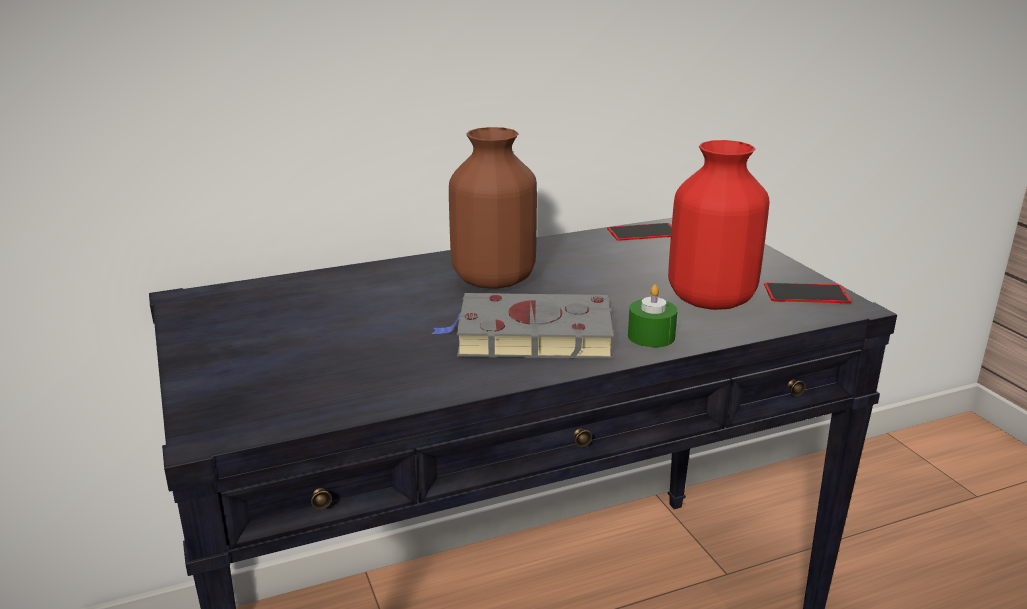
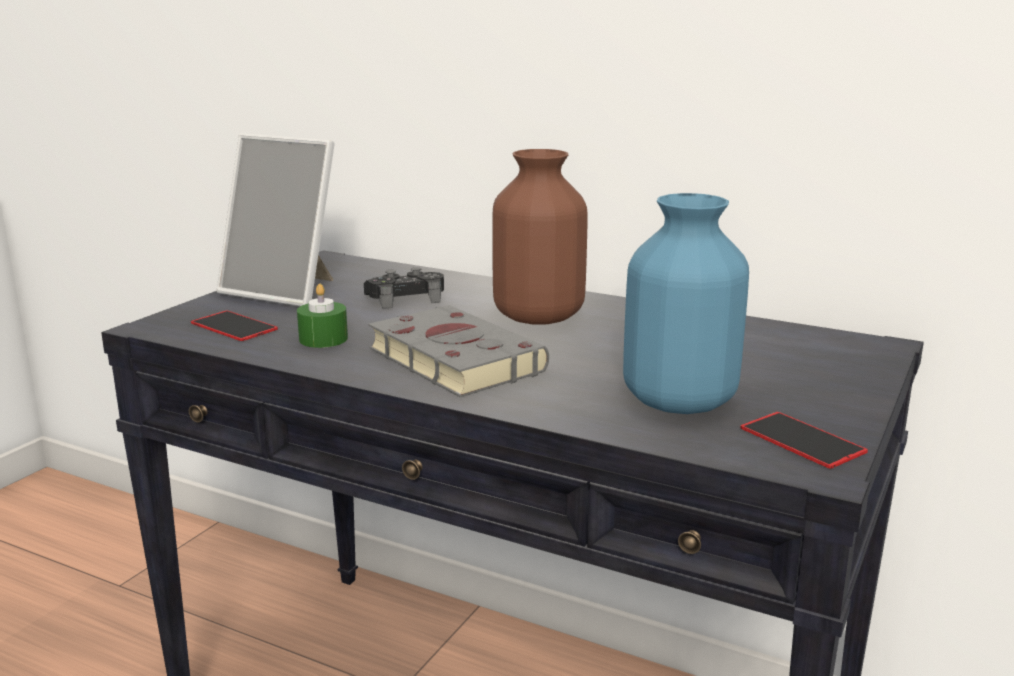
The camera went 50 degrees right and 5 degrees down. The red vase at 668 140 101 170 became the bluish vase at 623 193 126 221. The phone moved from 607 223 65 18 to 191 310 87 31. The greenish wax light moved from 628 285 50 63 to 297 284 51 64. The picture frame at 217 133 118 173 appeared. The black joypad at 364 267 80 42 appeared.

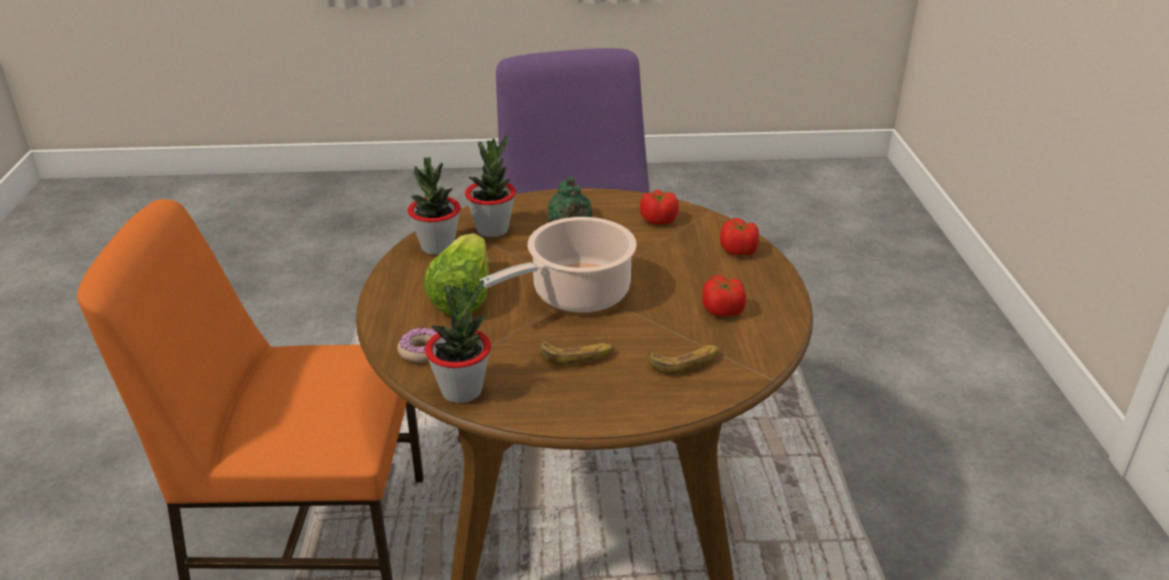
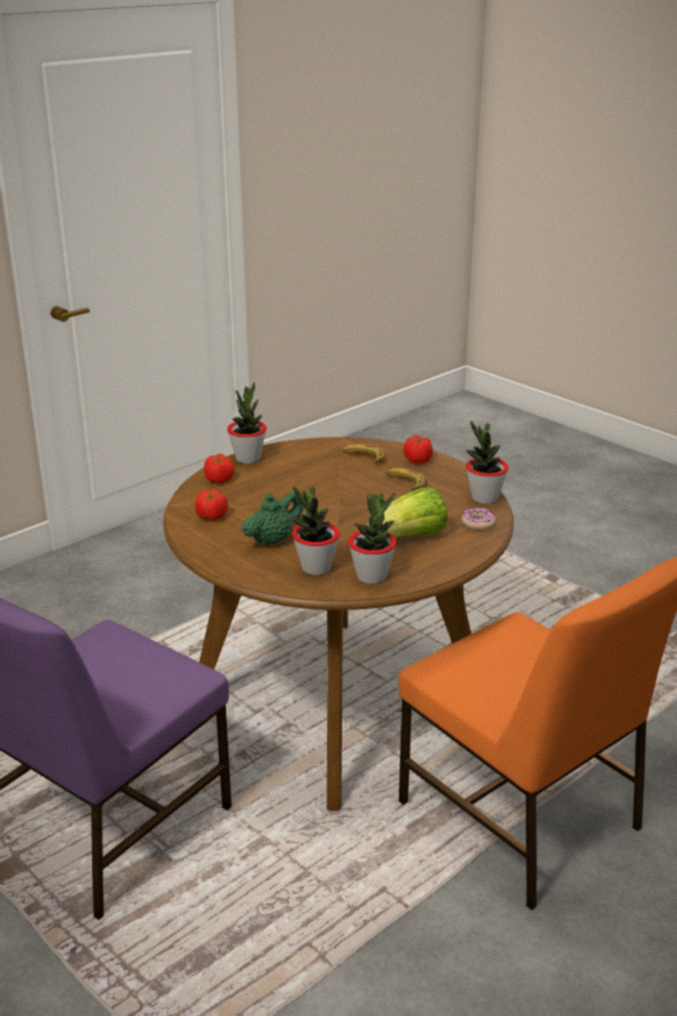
The camera went 130 degrees left and 5 degrees down. The cooking pot at 480 217 157 96 disappeared. The fresh tomato moved from 702 275 44 42 to 403 435 30 28. The plant in a pot at 227 382 40 82 appeared.

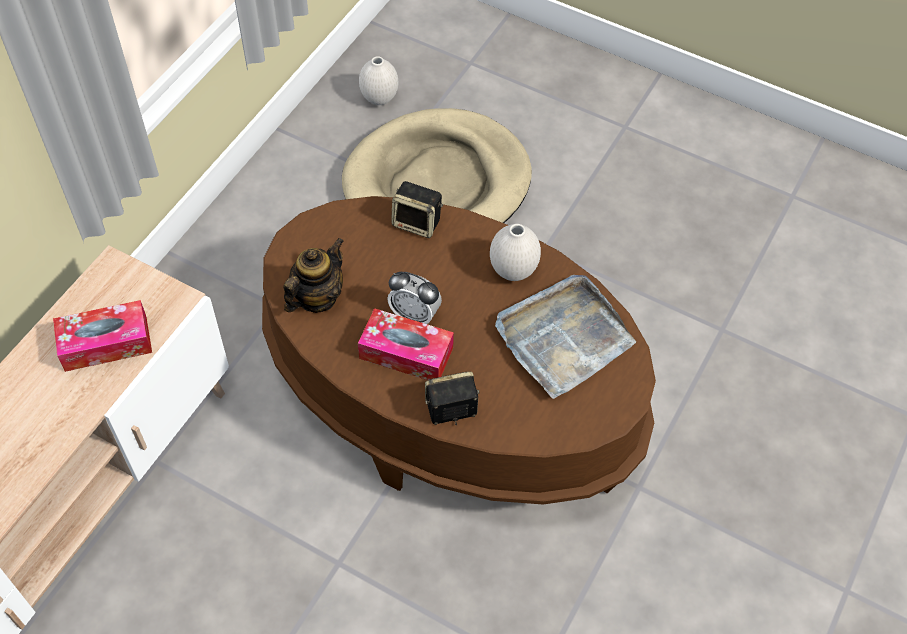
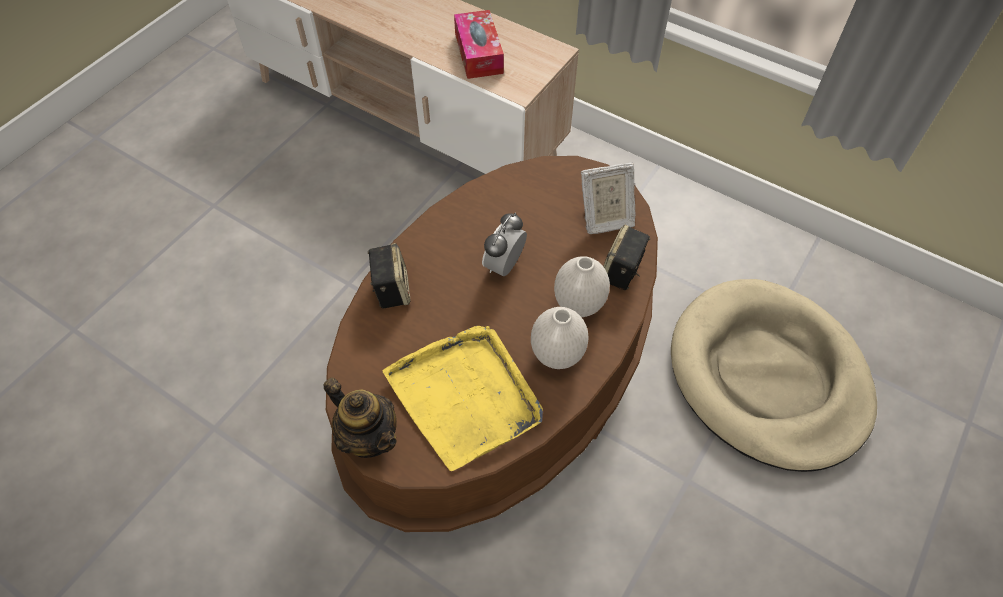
The camera went 95 degrees right and 0 degrees up. The whitish vase moved from 359 56 39 49 to 554 256 56 61. The tea pot moved from 283 238 61 75 to 324 378 73 80. The greyish serving tray at 495 275 141 124 became the yellowish serving tray at 383 326 160 145. The tissue holder at 358 308 96 72 disappeared. The picture frame at 581 162 54 72 appeared.

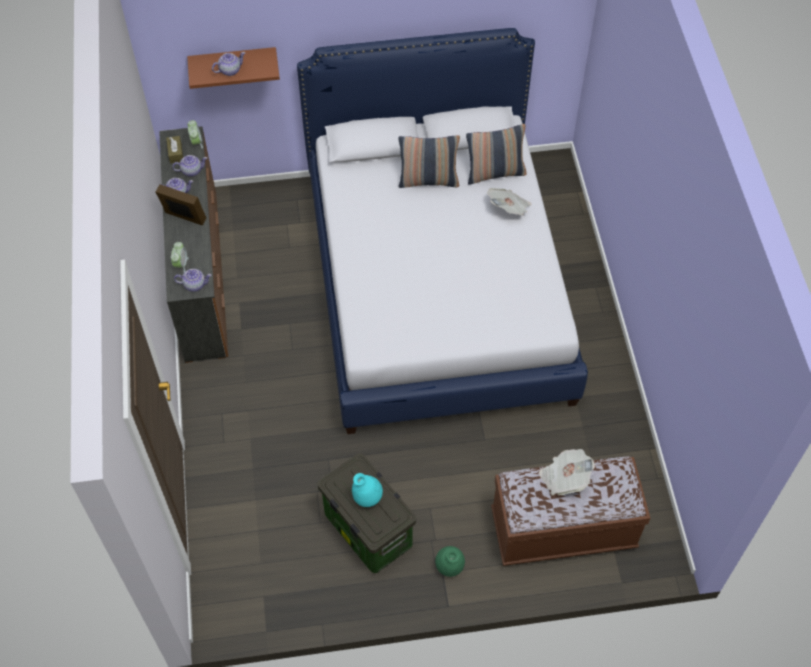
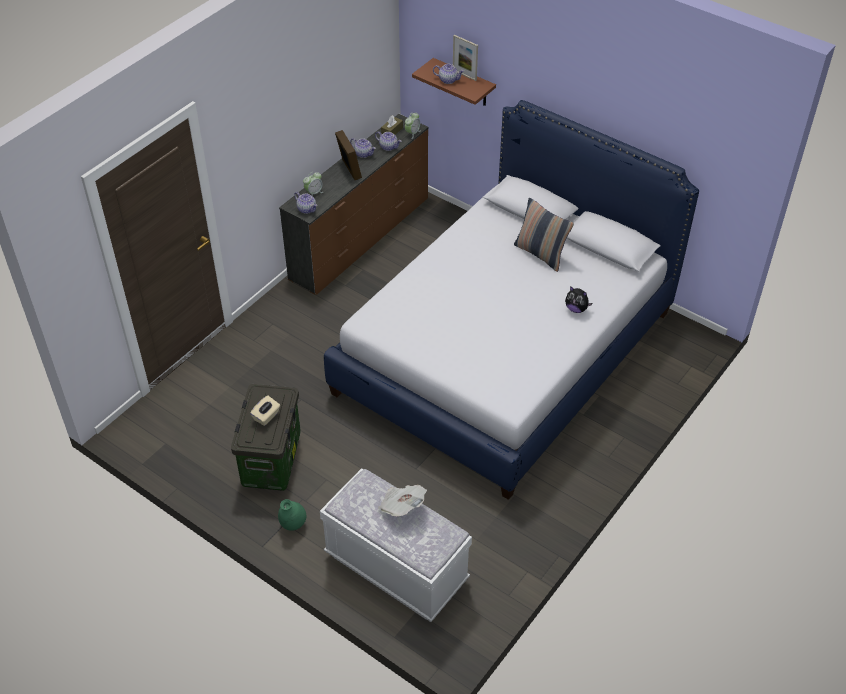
The camera went 45 degrees right and 10 degrees down. The throw pillow at 466 124 61 61 disappeared. The newspaper at 487 188 44 28 was replaced by the cuddly toy at 565 286 27 27. The brown indoor bench at 491 456 159 110 became the whitish indoor bench at 320 468 152 154. The blue-green vase at 352 473 31 34 was replaced by the beige tissue holder at 250 396 30 30. The picture frame at 453 35 25 46 appeared.

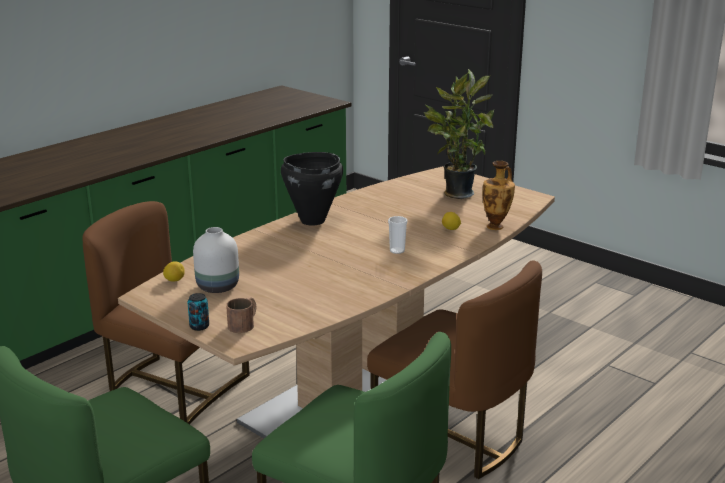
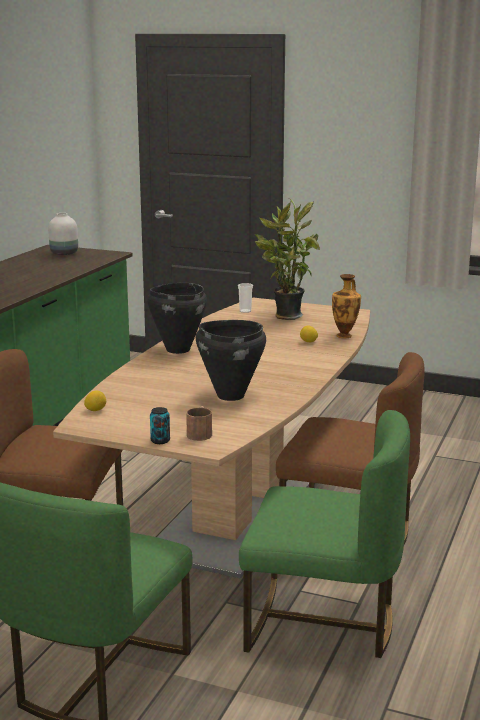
The camera went 20 degrees left and 5 degrees down. The drinking cup moved from 388 216 20 38 to 238 283 15 30. The whitish vase moved from 193 227 46 66 to 48 213 30 42. The black cooking pot at 196 320 70 81 appeared.

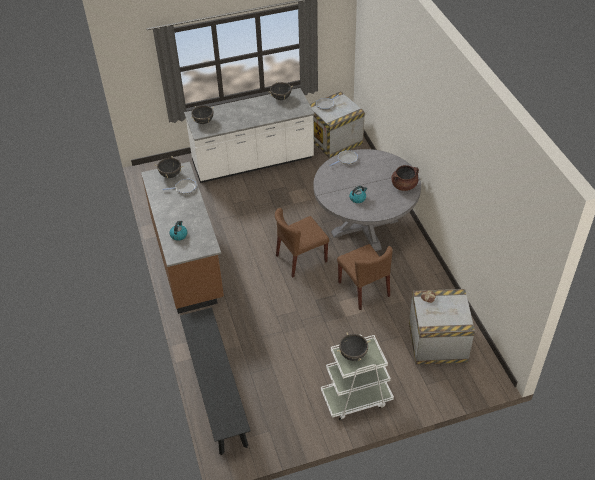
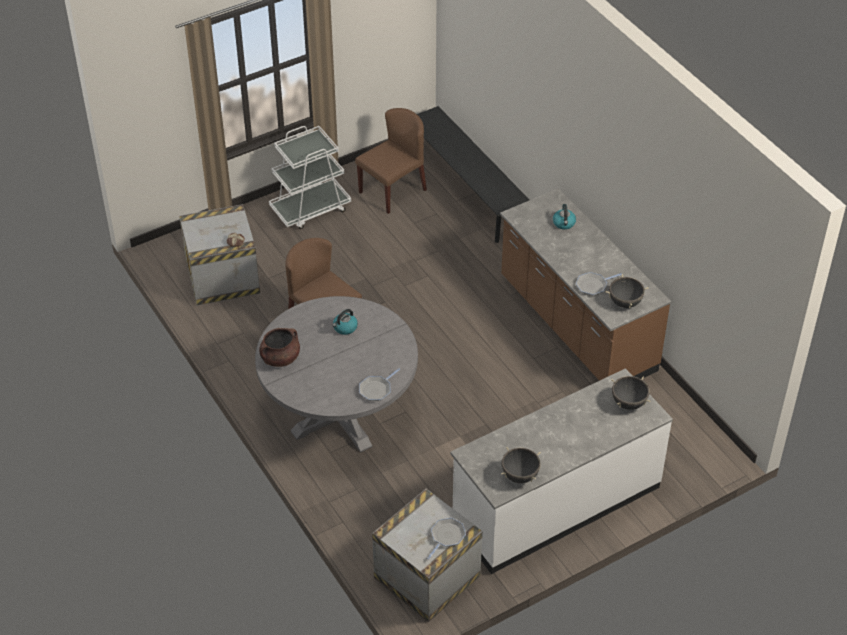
The camera went 165 degrees right and 0 degrees up. The brown chair moved from 275 208 54 70 to 355 108 72 106. The black cooking pot at 337 332 34 29 disappeared.

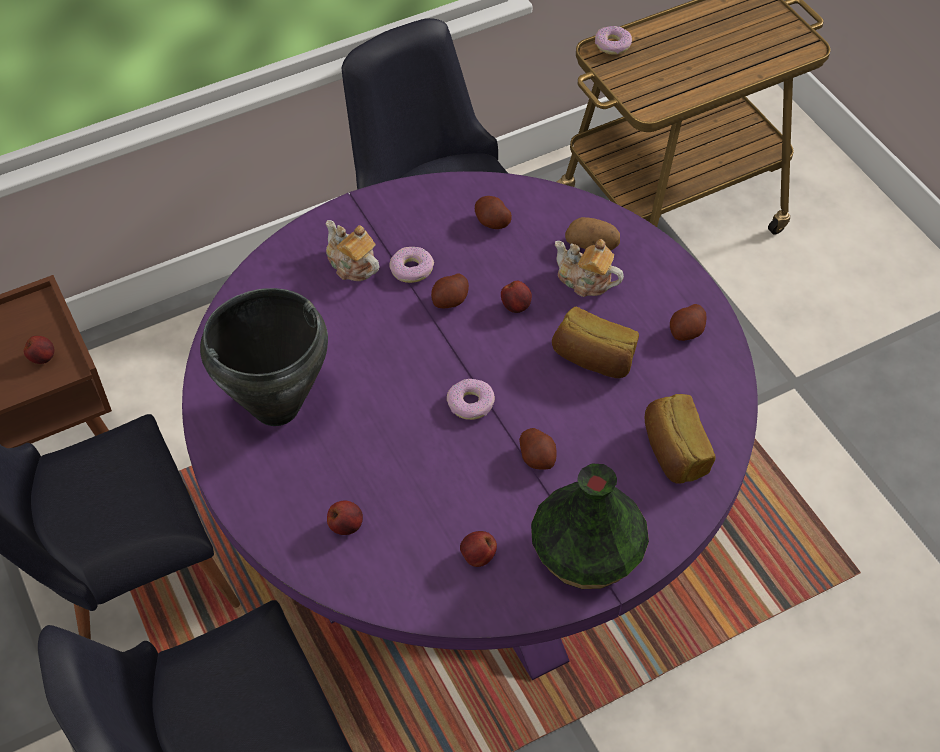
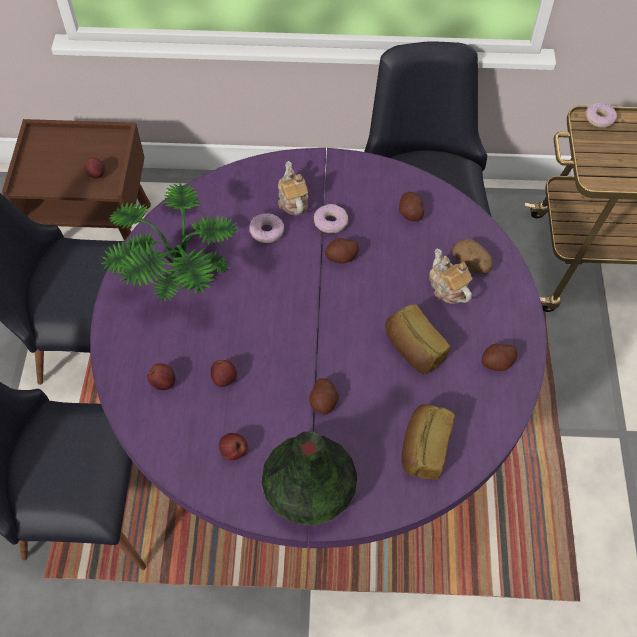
The camera went 30 degrees right and 5 degrees up. The apple moved from 501 281 31 32 to 211 360 26 27. The black cooking pot at 200 288 128 138 was replaced by the plant in a pot at 101 183 138 119. The doughnut moved from 447 379 48 41 to 249 214 35 29.

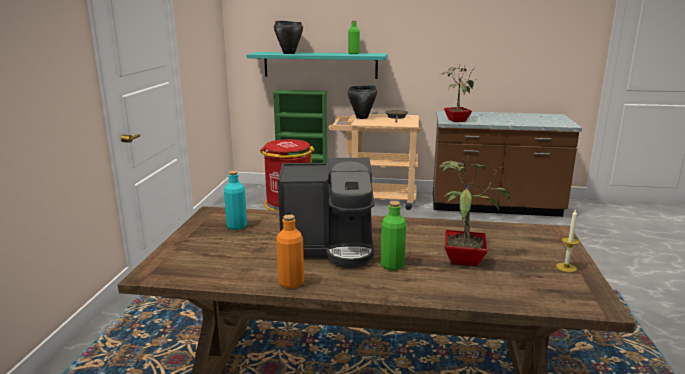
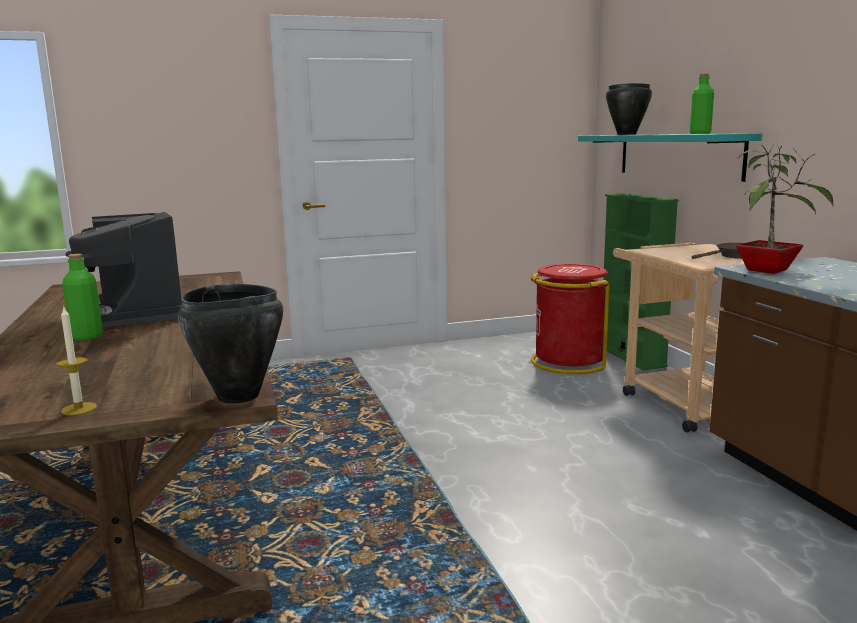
The camera went 65 degrees right and 5 degrees down. The black cooking pot moved from 347 86 30 33 to 178 284 105 120. The plant in a pot at 437 159 73 107 disappeared. The blue-green bottle at 224 171 23 59 disappeared. The orange-coloured bottle at 276 214 28 75 disappeared.

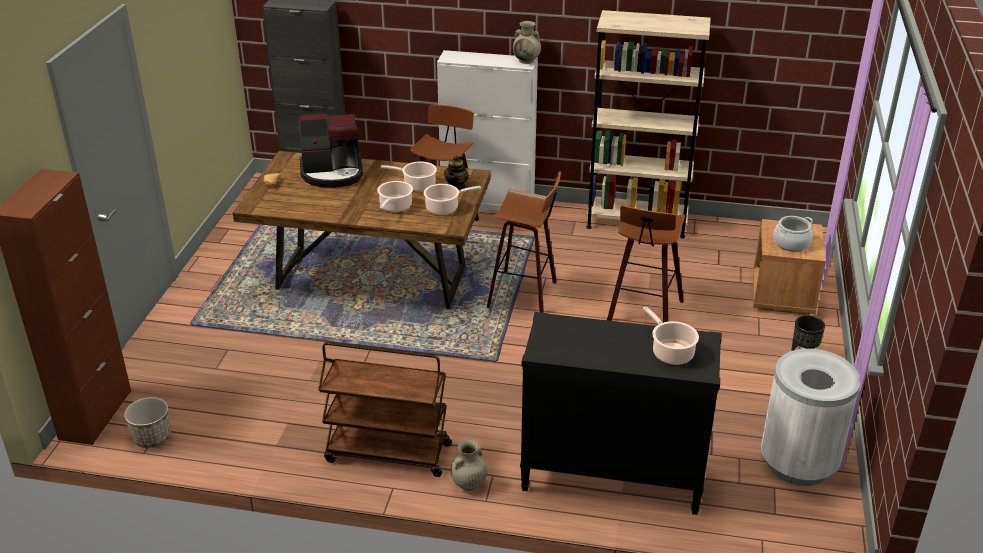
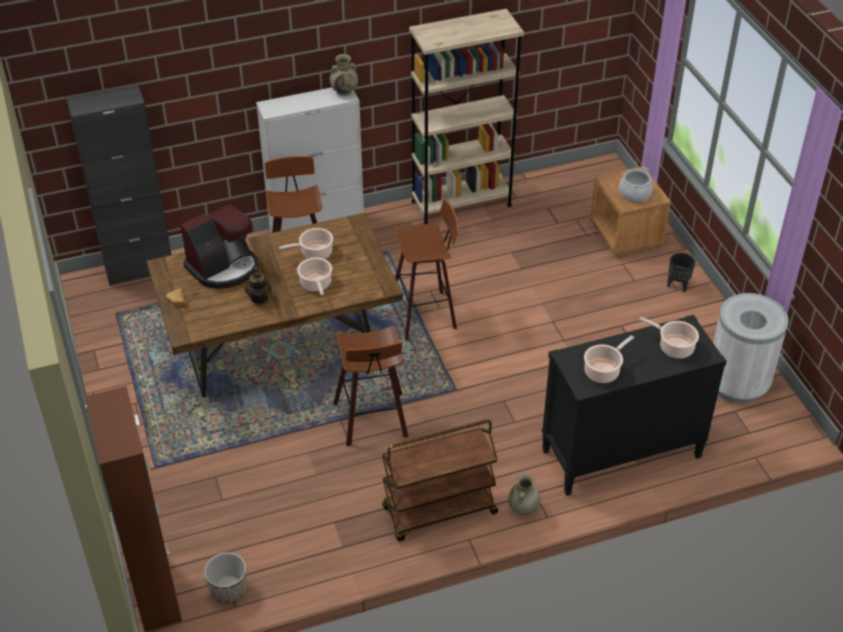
The camera went 30 degrees left and 10 degrees up. The tea pot moved from 444 155 25 35 to 245 266 27 38. The cooking pot moved from 423 184 58 31 to 584 335 50 48. The stool moved from 607 205 78 118 to 333 326 76 120.

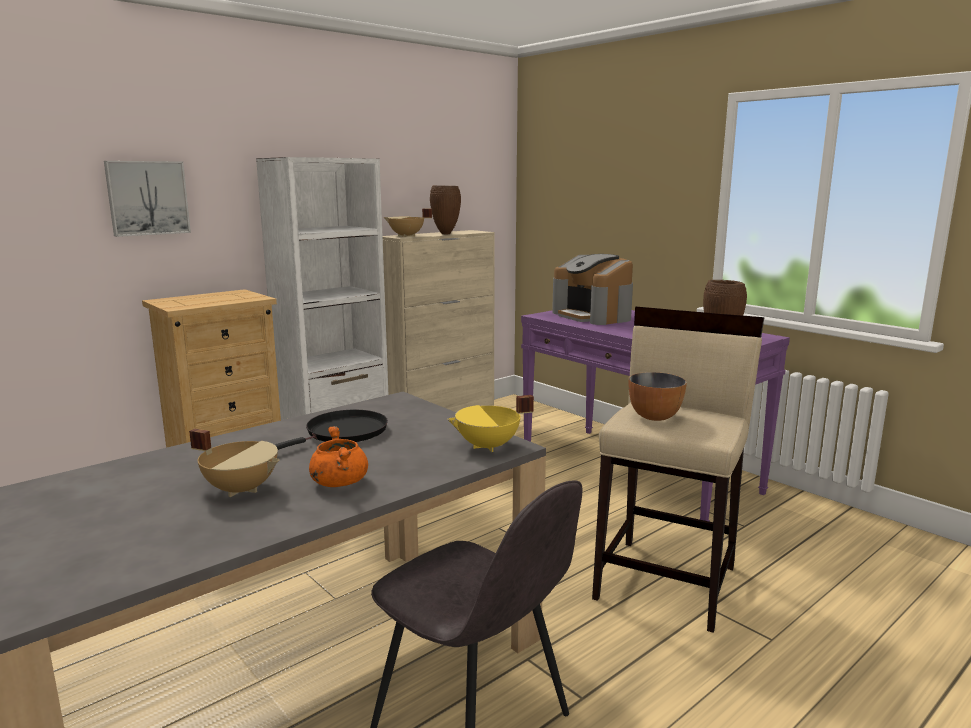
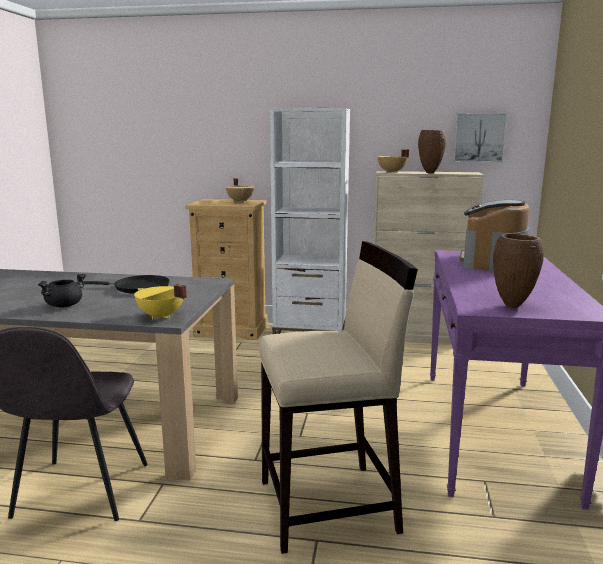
The camera went 50 degrees right and 0 degrees up. The picture moved from 104 161 87 76 to 453 113 55 50. The bowl at 629 372 58 49 disappeared. The orange-coloured cooking pot at 309 426 59 61 became the black cooking pot at 38 273 48 35. The beige cooking pot moved from 189 429 91 68 to 226 178 28 24.

